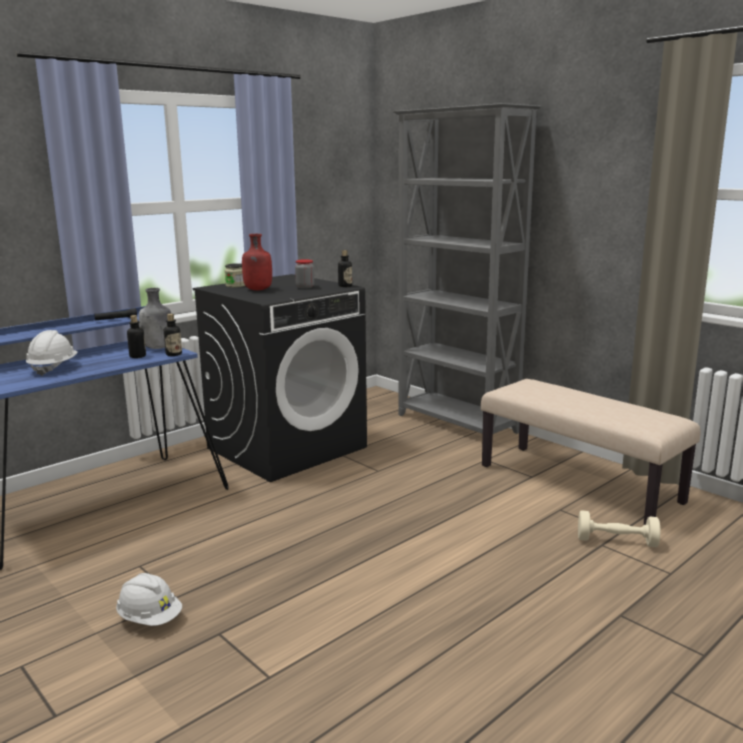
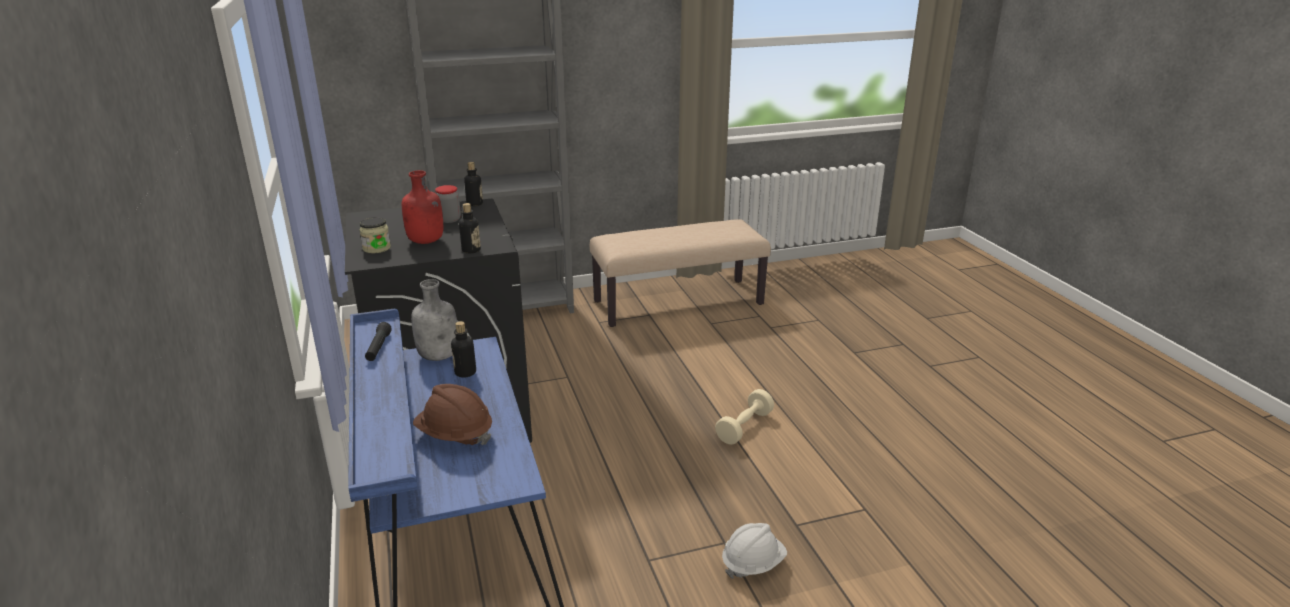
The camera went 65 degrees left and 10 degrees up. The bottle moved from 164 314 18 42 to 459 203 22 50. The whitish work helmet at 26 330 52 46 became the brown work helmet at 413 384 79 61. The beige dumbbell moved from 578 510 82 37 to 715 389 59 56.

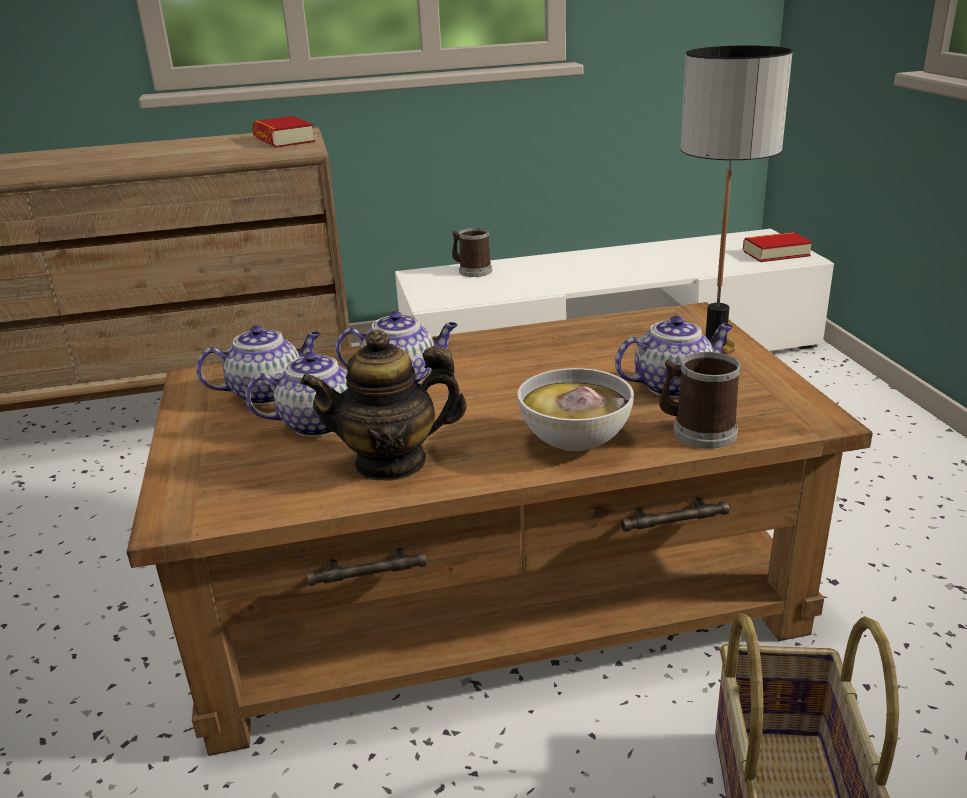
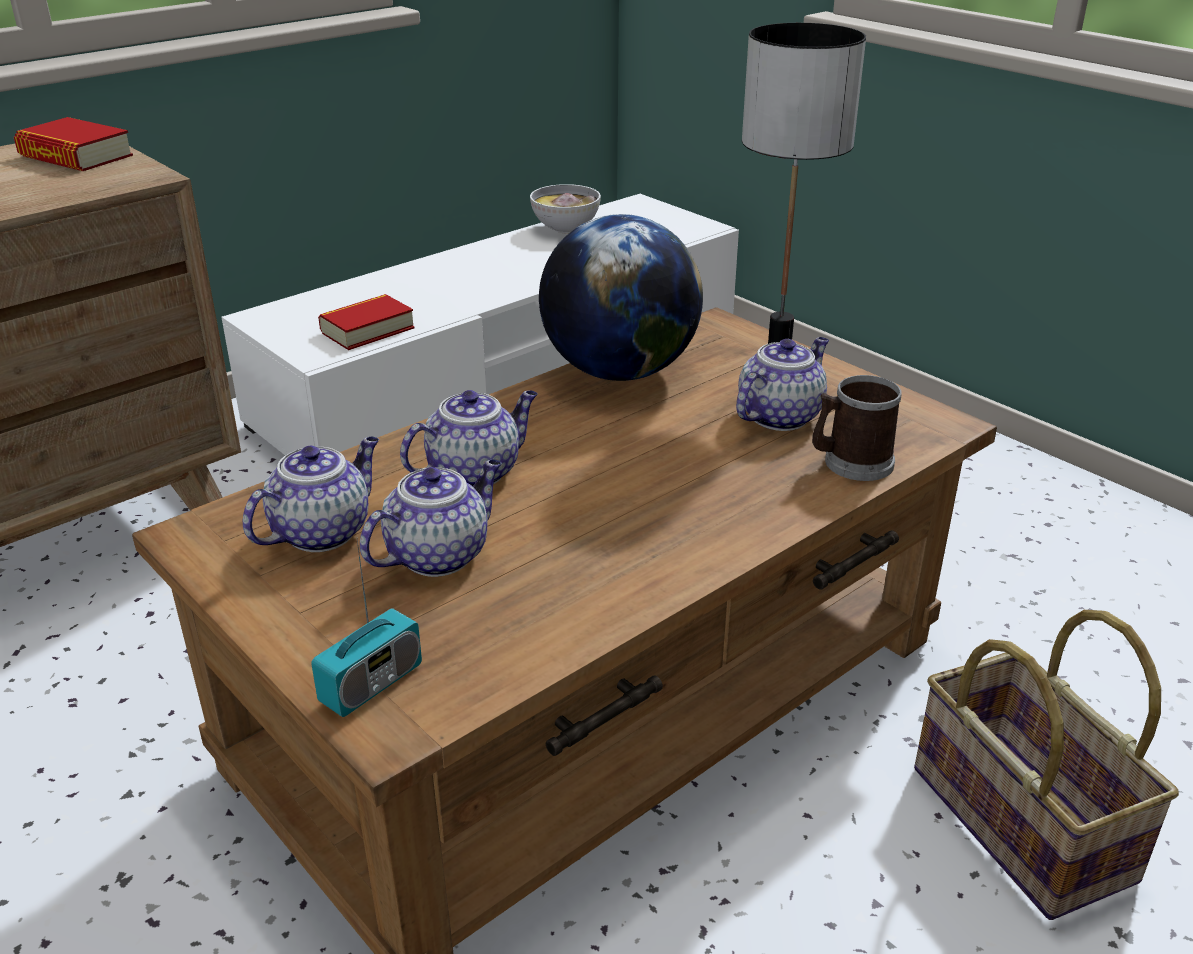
The camera went 30 degrees left and 5 degrees up. The tea mug at 452 228 40 49 disappeared. The bound book moved from 743 232 69 30 to 318 294 97 56. The tea pot at 300 329 167 152 disappeared. The bowl moved from 517 368 117 84 to 530 184 71 49. The globe at 539 214 164 167 appeared. The radio receiver at 311 541 111 176 appeared.

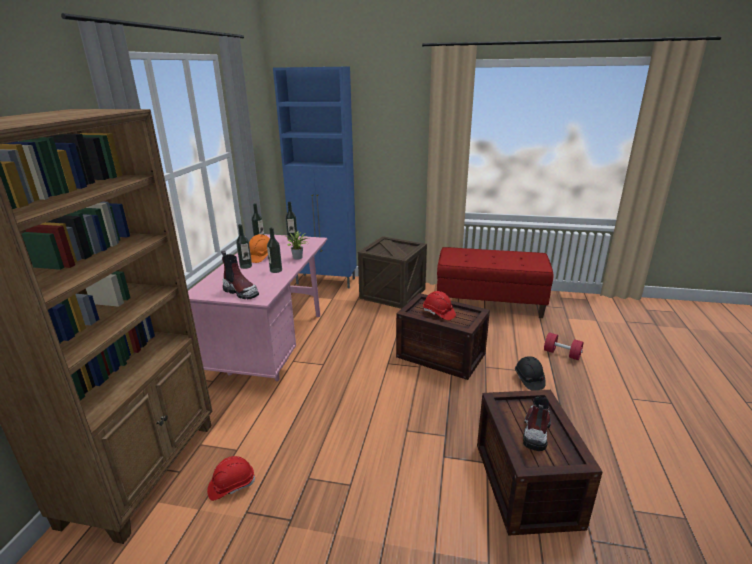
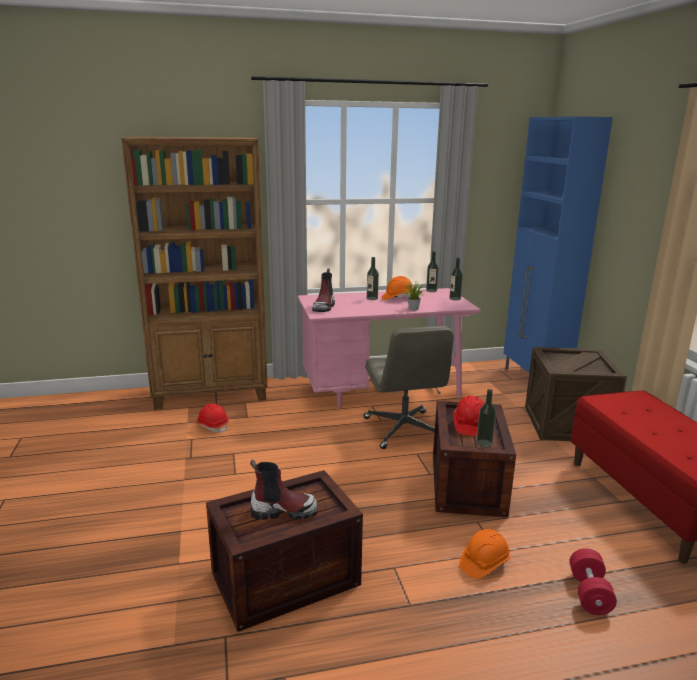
The camera went 65 degrees right and 5 degrees down. The bottle moved from 267 227 15 46 to 476 389 20 59. The black work helmet at 515 356 31 34 became the orange-coloured work helmet at 459 529 51 50. The greyish office chair at 363 326 91 123 appeared.

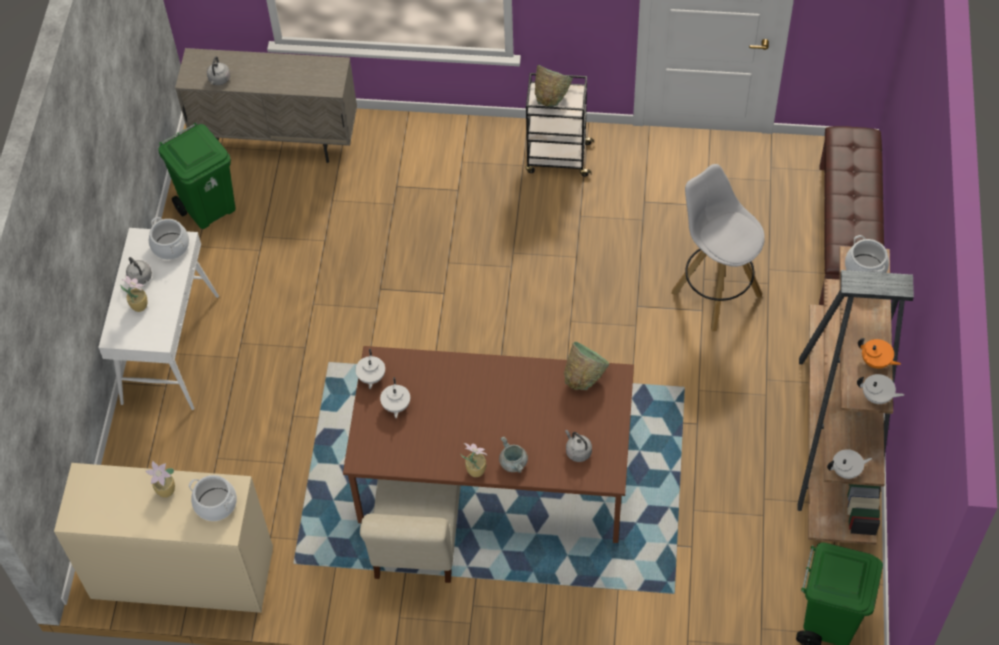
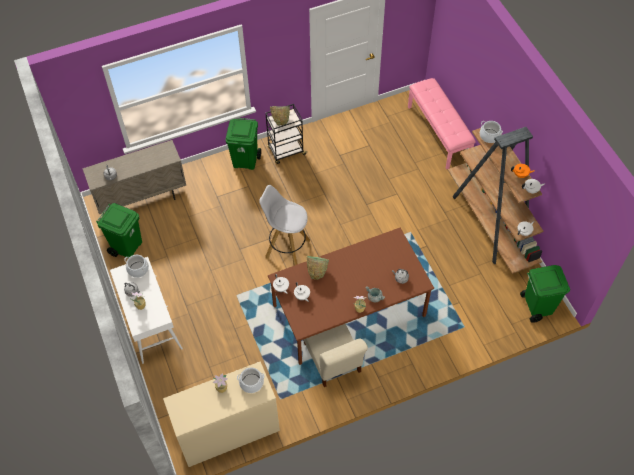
The camera went 30 degrees left and 0 degrees up. The brown indoor bench at 819 126 65 179 became the pinkish indoor bench at 408 78 68 91. The whitish stool moved from 671 164 94 168 to 259 185 51 81. The greenish bowl moved from 564 341 45 49 to 307 256 22 24. The greenish trash can at 226 118 35 52 appeared.

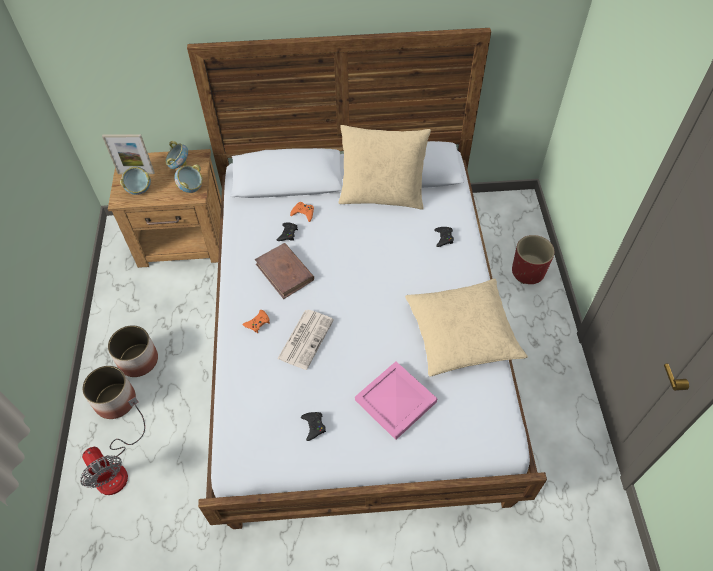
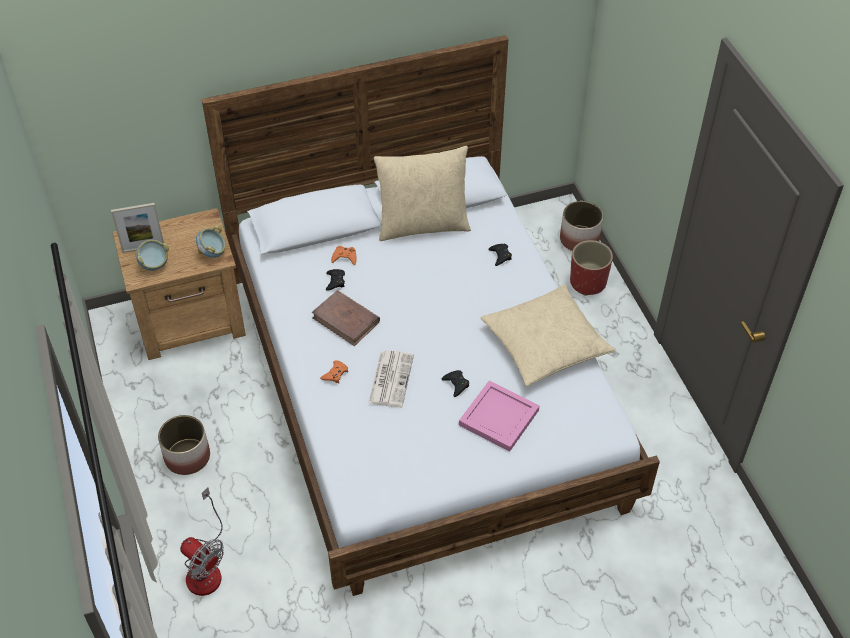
The camera went 15 degrees left and 5 degrees down. The bowl at 165 141 23 28 disappeared. The plant pot moved from 82 366 54 53 to 560 201 43 50. The black joypad moved from 301 412 25 29 to 442 370 27 27.

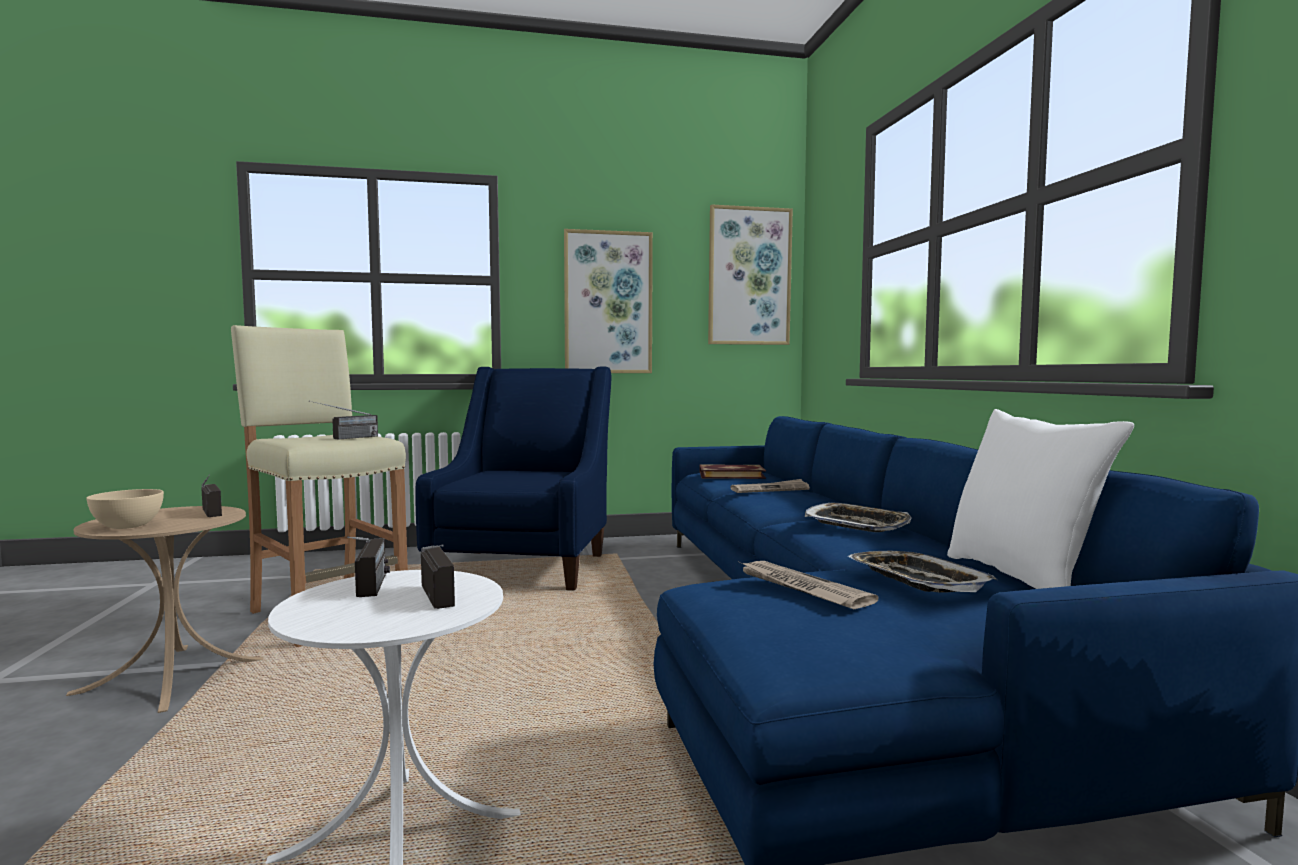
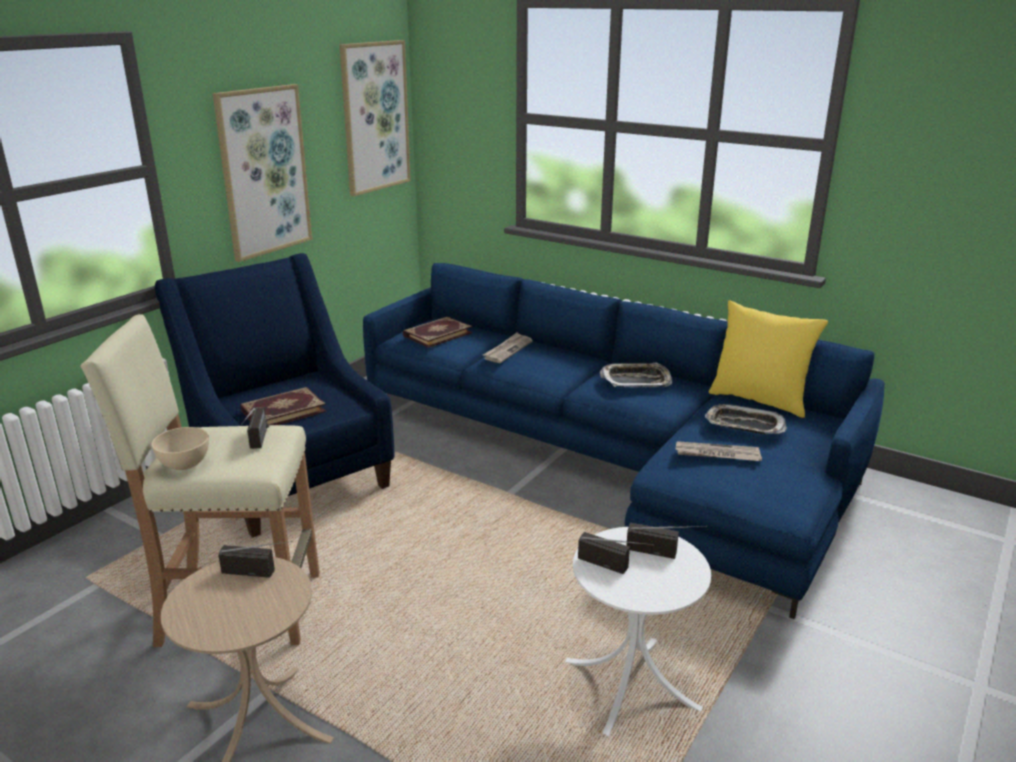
The camera went 45 degrees left and 20 degrees up. The whitish throw pillow at 947 409 187 180 became the yellowish throw pillow at 709 300 119 118. The beige bowl moved from 86 489 78 40 to 151 427 58 43. The bound book at 240 387 86 38 appeared.

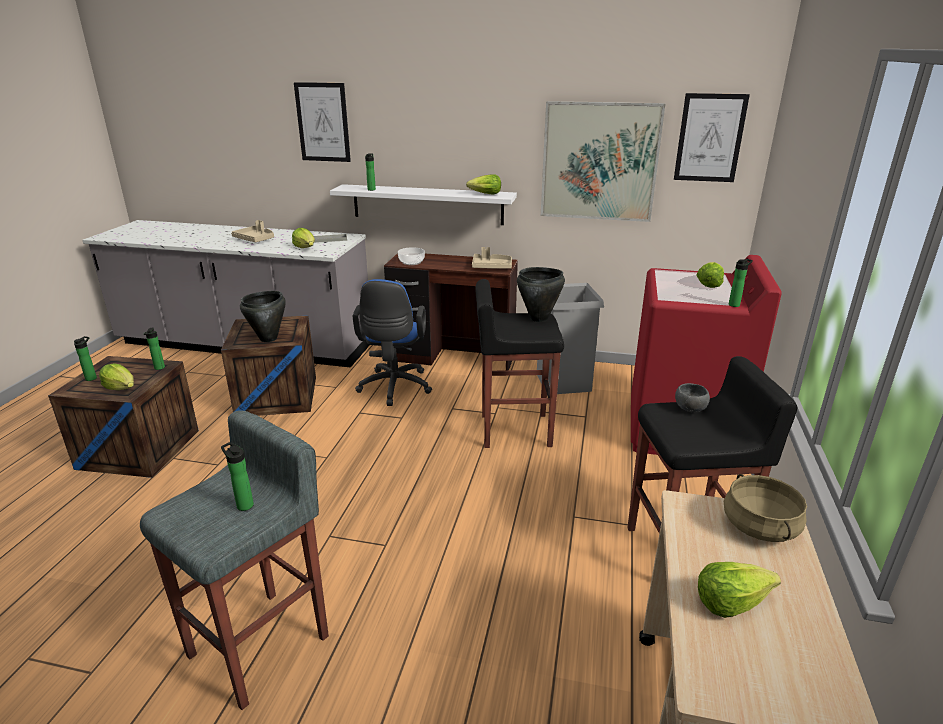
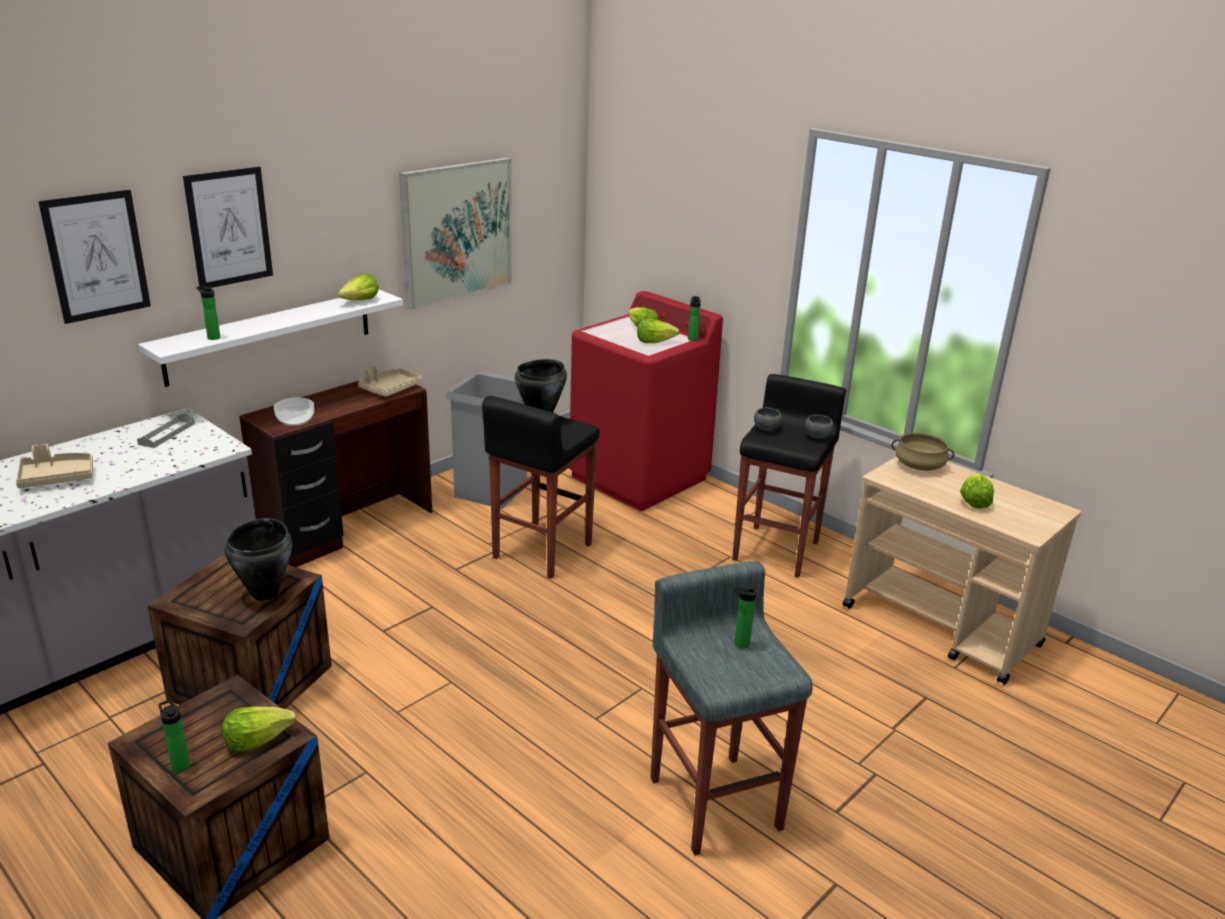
The camera went 60 degrees left and 0 degrees up. The picture moved from 674 93 76 89 to 183 167 90 123. The lettuce head moved from 292 228 23 20 to 637 319 42 24. The bluish office chair at 353 279 79 127 disappeared. The bottle at 144 327 21 43 disappeared. The greyish bowl at 805 415 29 24 appeared.

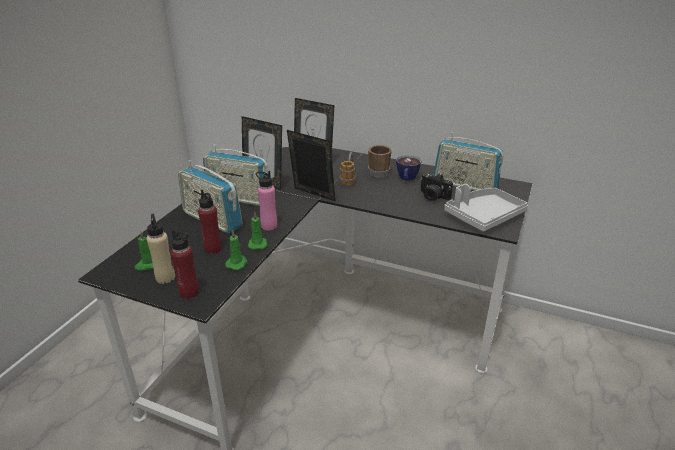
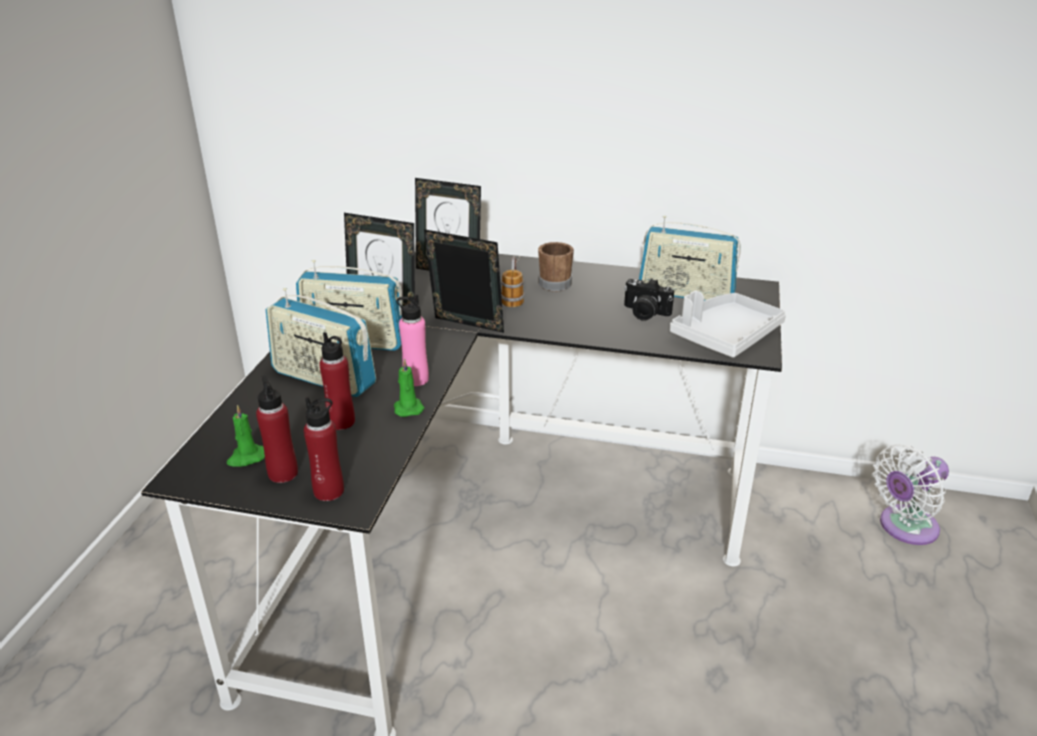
The camera went 10 degrees left and 0 degrees up. The drinking cup at 396 155 26 26 disappeared. The beige bottle at 147 214 28 70 became the red bottle at 256 375 42 108. The greenish wax light at 225 231 23 39 disappeared. The whitish fan at 872 444 77 101 appeared.

